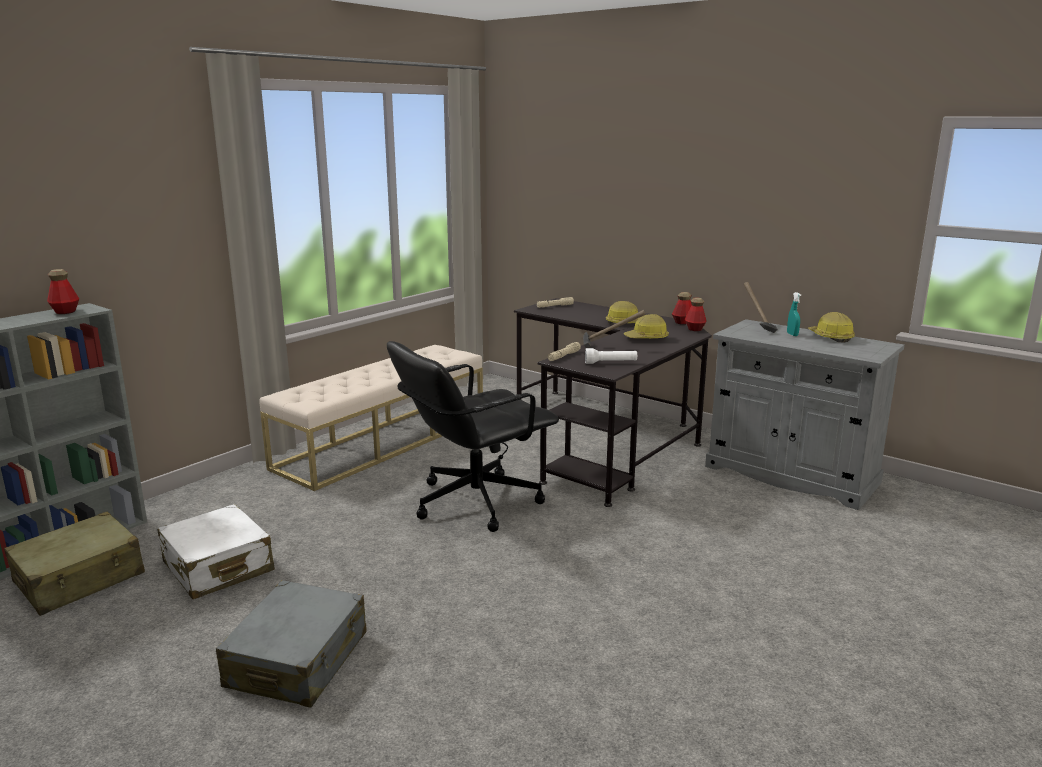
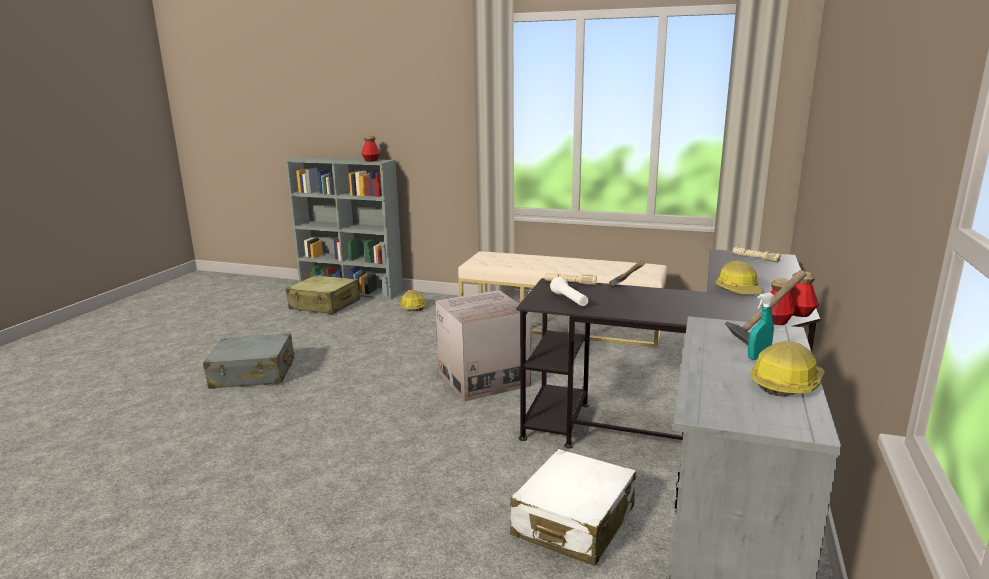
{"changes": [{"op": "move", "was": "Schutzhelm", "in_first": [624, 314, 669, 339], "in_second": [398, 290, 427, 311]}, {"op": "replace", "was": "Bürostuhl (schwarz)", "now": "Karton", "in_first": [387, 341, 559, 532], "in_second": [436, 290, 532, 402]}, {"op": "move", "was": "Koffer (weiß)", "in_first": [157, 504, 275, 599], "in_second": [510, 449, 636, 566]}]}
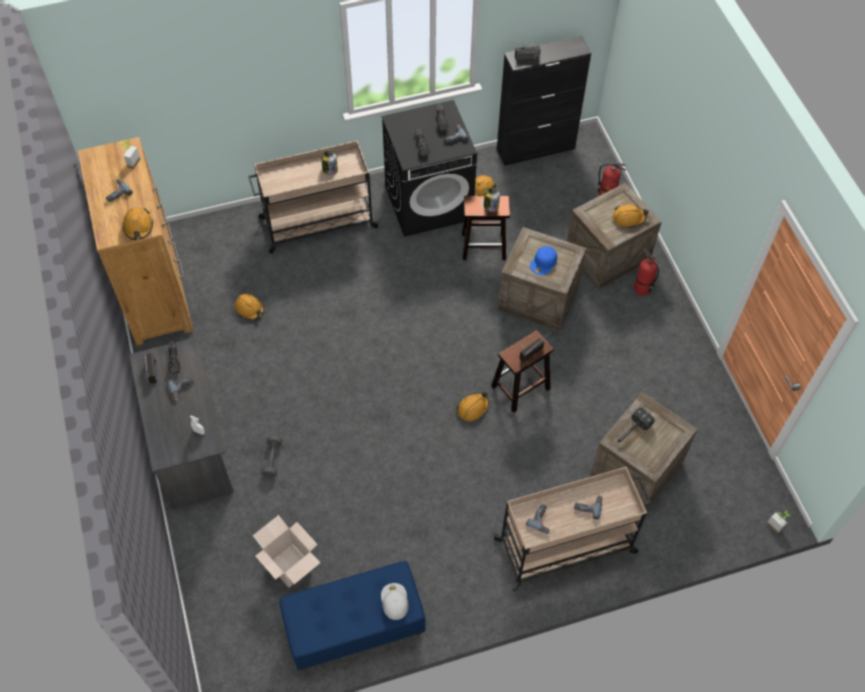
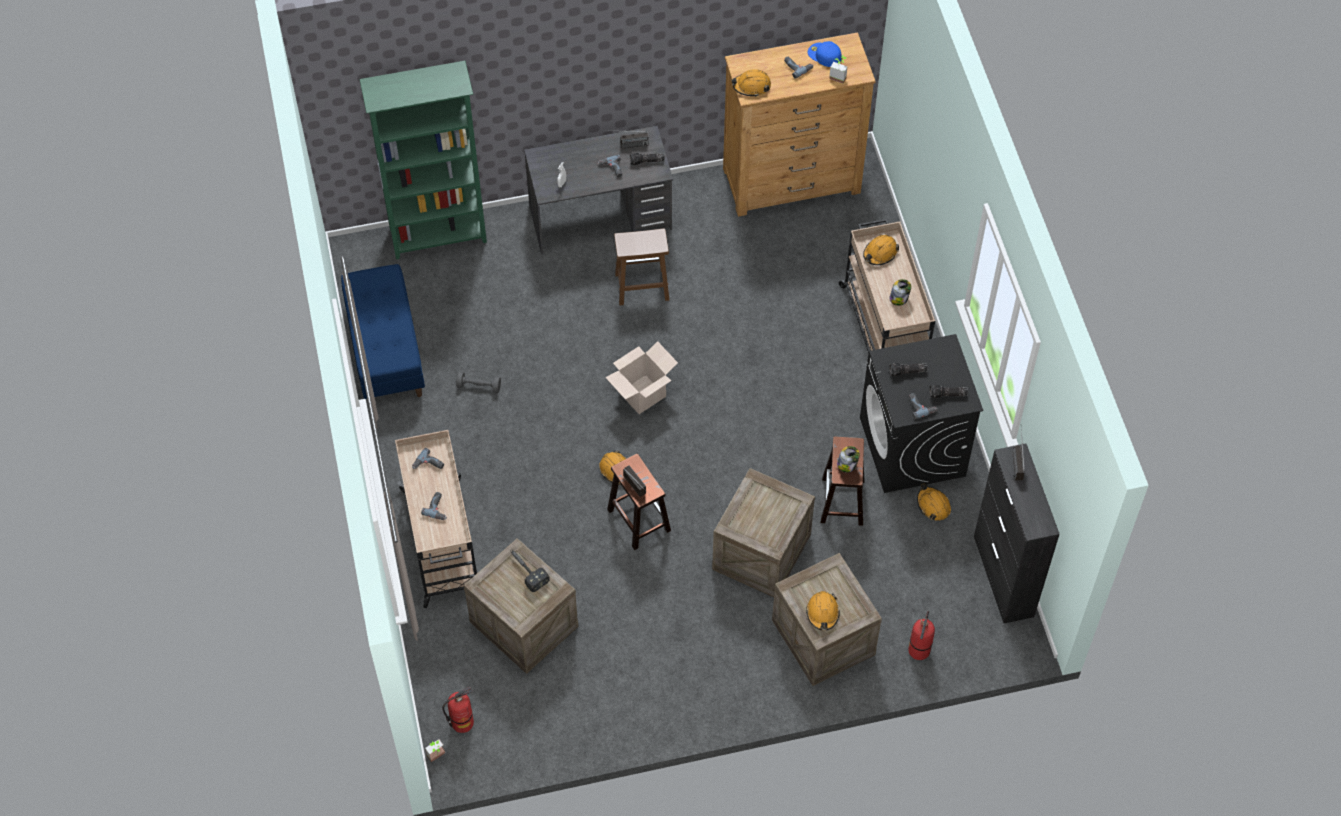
{"changes": [{"op": "insert", "now": "Bücherregal (grün)", "in_second": [359, 61, 487, 260]}, {"op": "move", "was": "Feuerlöscher", "in_first": [634, 249, 659, 296], "in_second": [442, 687, 474, 733]}, {"op": "move", "was": "Hantel (grau)", "in_first": [261, 436, 282, 478], "in_second": [456, 372, 501, 393]}, {"op": "move", "was": "Karton", "in_first": [253, 515, 321, 588], "in_second": [605, 341, 678, 414]}, {"op": "insert", "now": "Hocker (braun)", "in_second": [614, 228, 669, 305]}, {"op": "move", "was": "Kappe (blau)", "in_first": [530, 246, 557, 275], "in_second": [808, 41, 842, 67]}, {"op": "move", "was": "Schutzhelm (orange)", "in_first": [234, 293, 264, 320], "in_second": [863, 235, 899, 265]}, {"op": "delete", "was": "Kappe (weiß)", "in_first": [381, 583, 408, 620]}]}
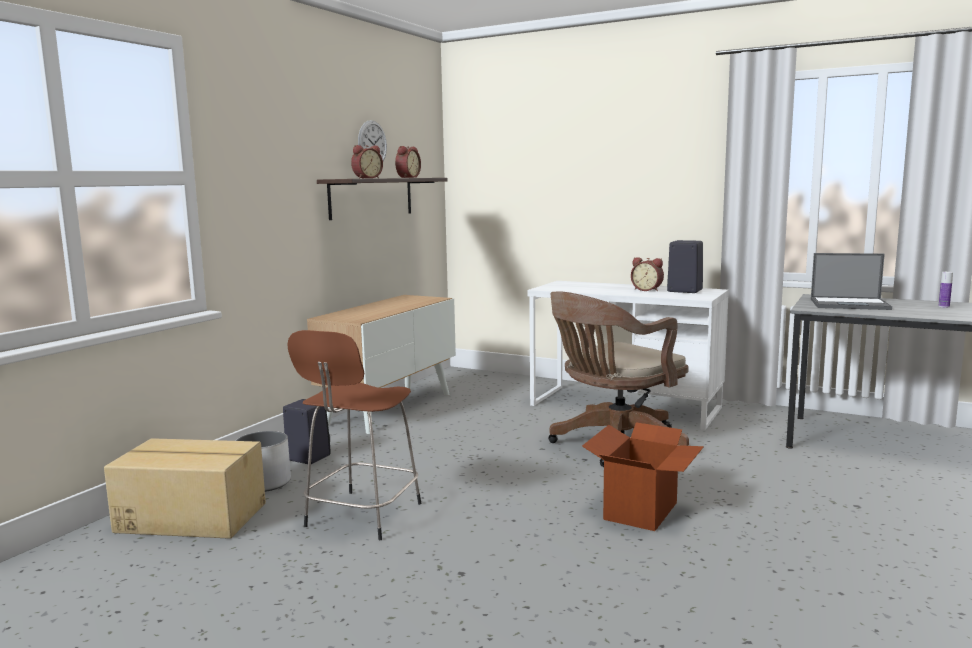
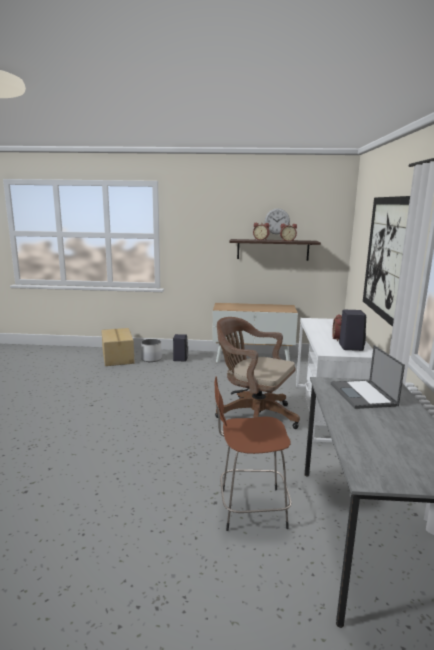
{"changes": [{"op": "move", "was": "Hocker (braun)", "in_first": [287, 330, 421, 540], "in_second": [214, 377, 291, 531]}, {"op": "insert", "now": "Bild", "in_second": [363, 196, 410, 327]}, {"op": "delete", "was": "Karton", "in_first": [582, 422, 704, 531]}, {"op": "delete", "was": "Flasche", "in_first": [938, 272, 953, 308]}]}
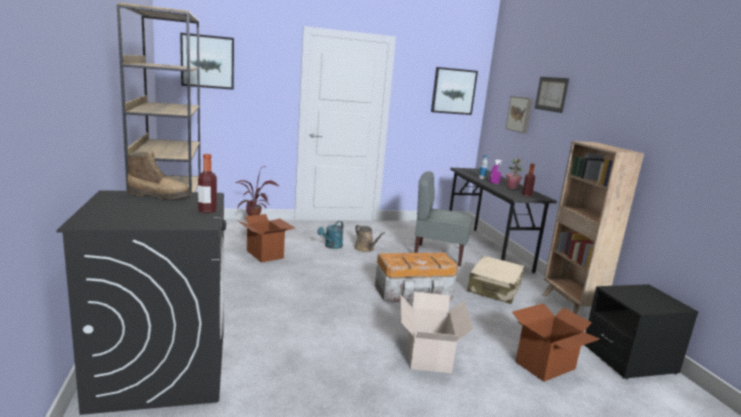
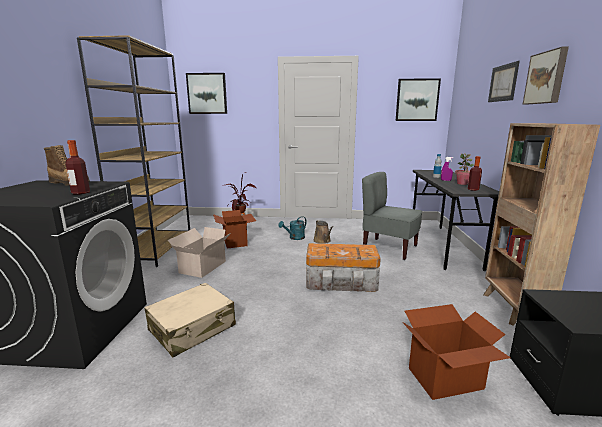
{"changes": [{"op": "move", "was": "Koffer (beige)", "in_first": [467, 256, 525, 304], "in_second": [144, 283, 236, 358]}, {"op": "move", "was": "Karton", "in_first": [400, 292, 473, 373], "in_second": [168, 227, 231, 278]}, {"op": "move", "was": "Bild", "in_first": [506, 96, 533, 134], "in_second": [523, 46, 569, 104]}]}
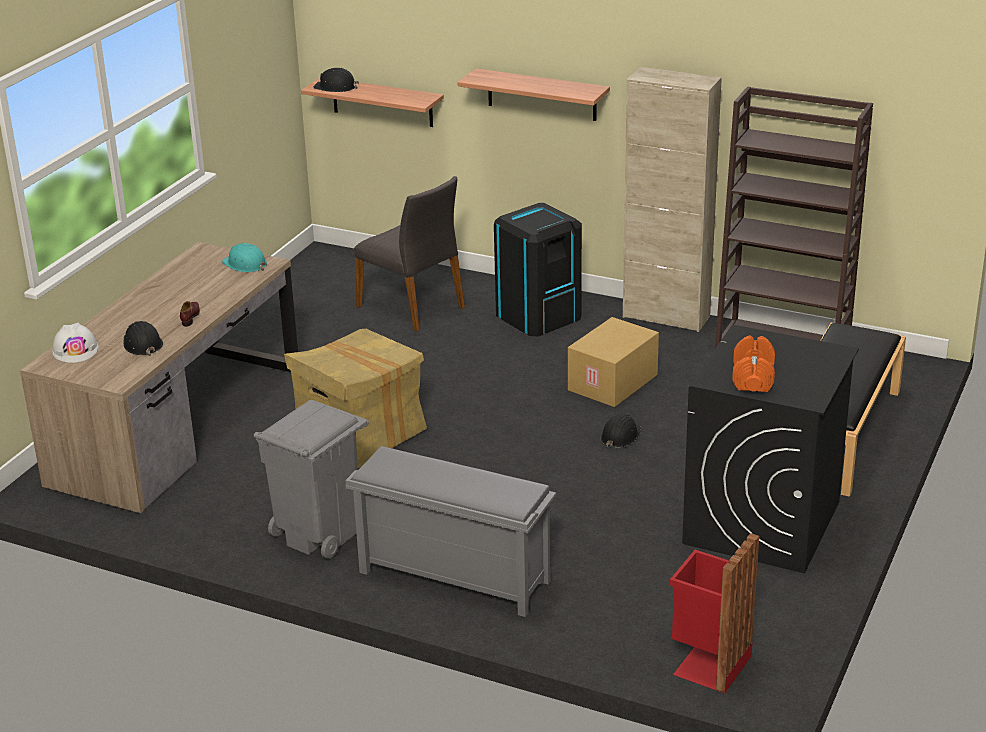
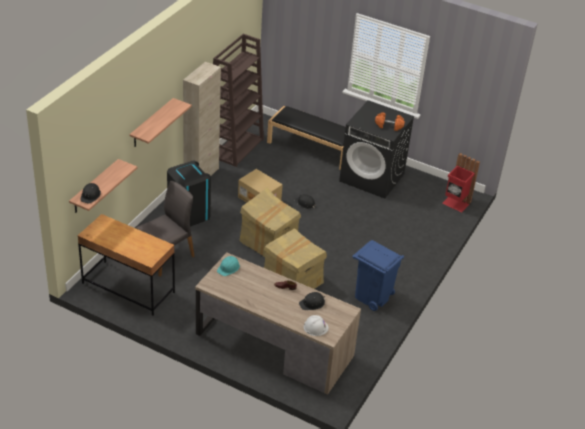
{"changes": [{"op": "insert", "now": "Schreibtisch (braun)", "in_second": [78, 214, 175, 316]}, {"op": "insert", "now": "Karton", "in_second": [239, 188, 301, 257]}, {"op": "recolor", "was": "Mülleimer (grau)", "now": "Mülleimer (blau)", "in_first": [254, 400, 369, 559], "in_second": [353, 240, 404, 311]}, {"op": "delete", "was": "Schuhregal (grau)", "in_first": [345, 446, 556, 617]}]}
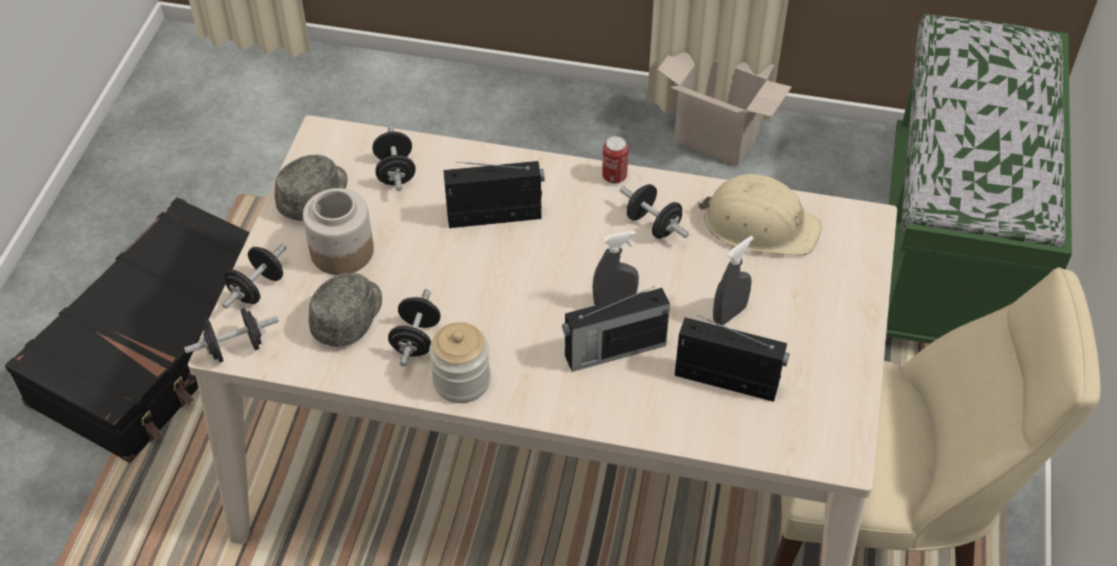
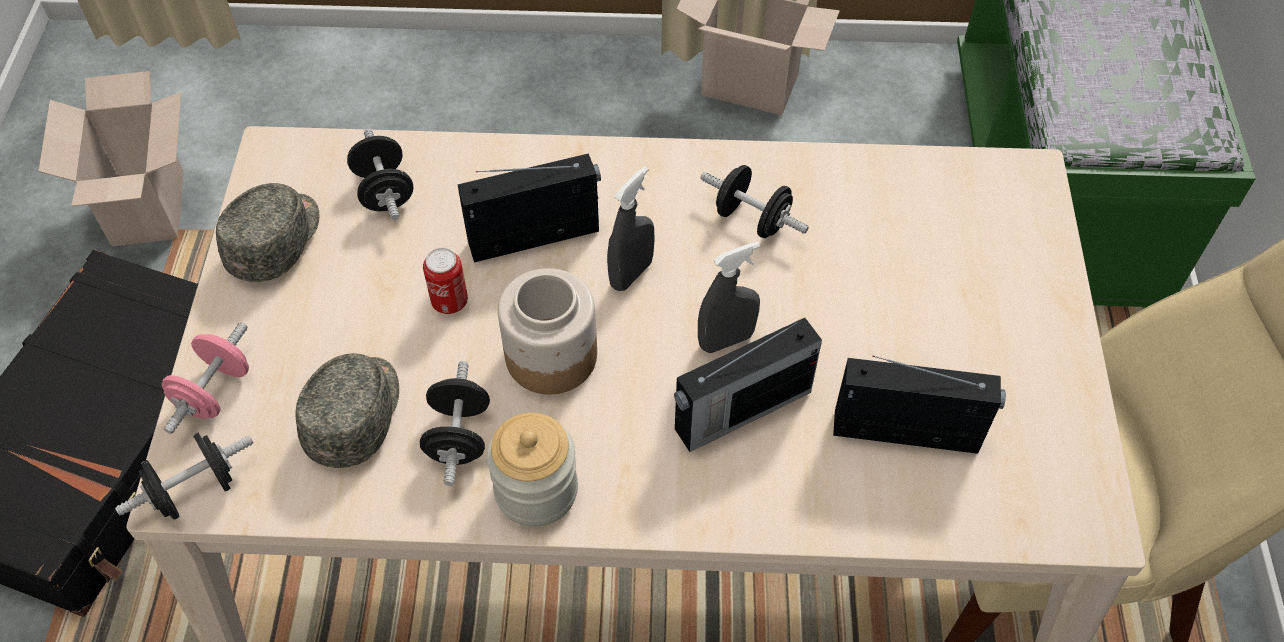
{"changes": [{"op": "insert", "now": "Karton", "in_second": [38, 71, 183, 247]}, {"op": "recolor", "was": "Hantel (schwarz)", "now": "Hantel (rosa)", "in_first": [222, 244, 286, 308], "in_second": [161, 322, 249, 434]}, {"op": "move", "was": "Dose", "in_first": [602, 136, 629, 184], "in_second": [423, 248, 468, 314]}, {"op": "move", "was": "Vorratsglas", "in_first": [303, 188, 374, 275], "in_second": [498, 268, 597, 395]}, {"op": "move", "was": "Sprühflasche (grau)", "in_first": [713, 236, 754, 325], "in_second": [607, 166, 655, 291]}, {"op": "delete", "was": "Schutzhelm (beige)", "in_first": [698, 174, 822, 256]}]}
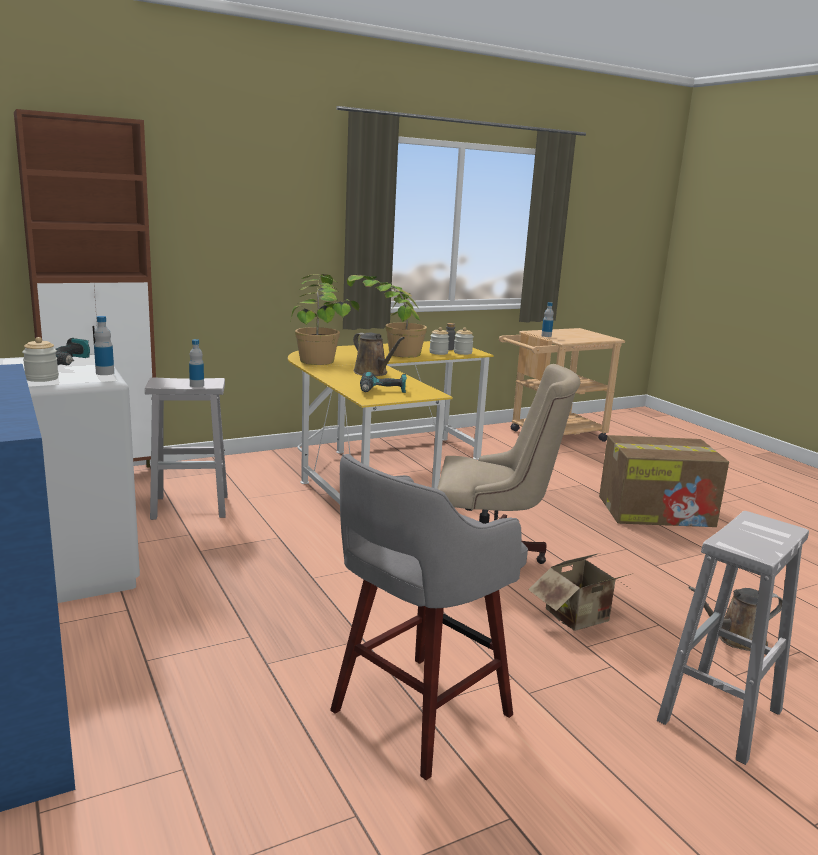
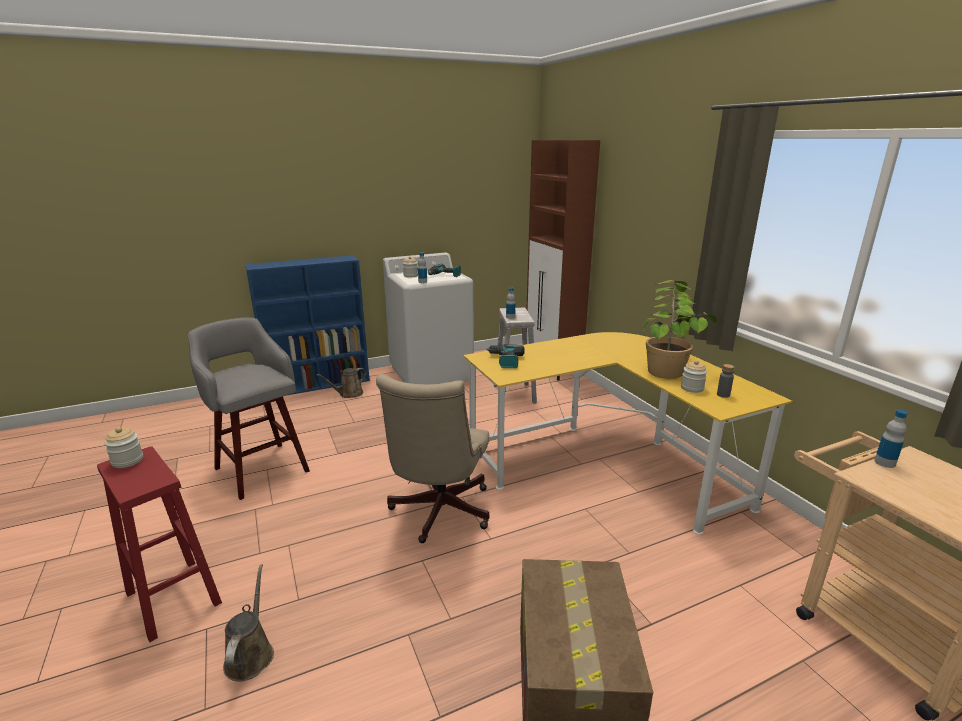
{"changes": [{"op": "recolor", "was": "Hocker (weiß)", "now": "Hocker (rot)", "in_first": [657, 511, 809, 765], "in_second": [97, 446, 222, 642]}, {"op": "move", "was": "Vorratsglas", "in_first": [454, 327, 474, 355], "in_second": [104, 427, 143, 468]}, {"op": "move", "was": "Gießkanne (braun)", "in_first": [353, 333, 405, 376], "in_second": [316, 368, 367, 398]}, {"op": "delete", "was": "Topfpflanze", "in_first": [290, 274, 360, 365]}, {"op": "delete", "was": "Karton", "in_first": [528, 553, 631, 631]}]}
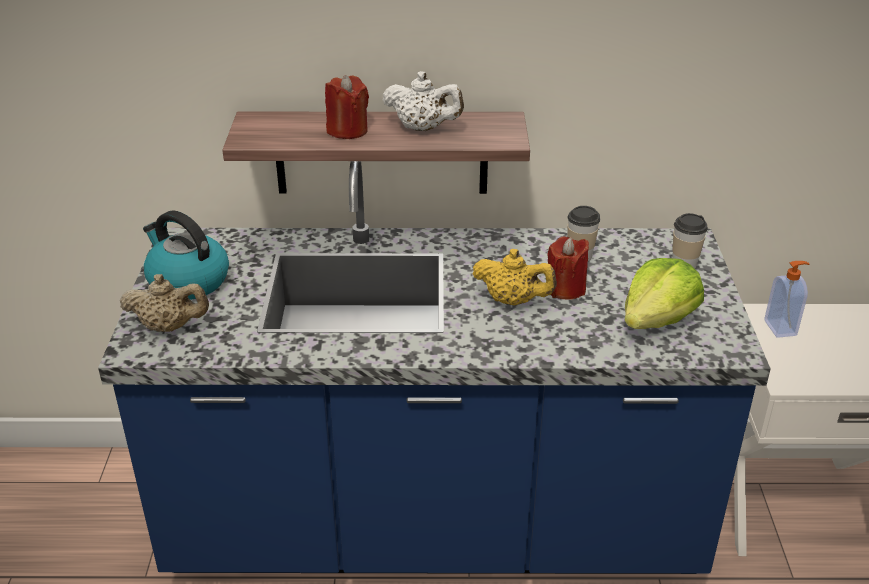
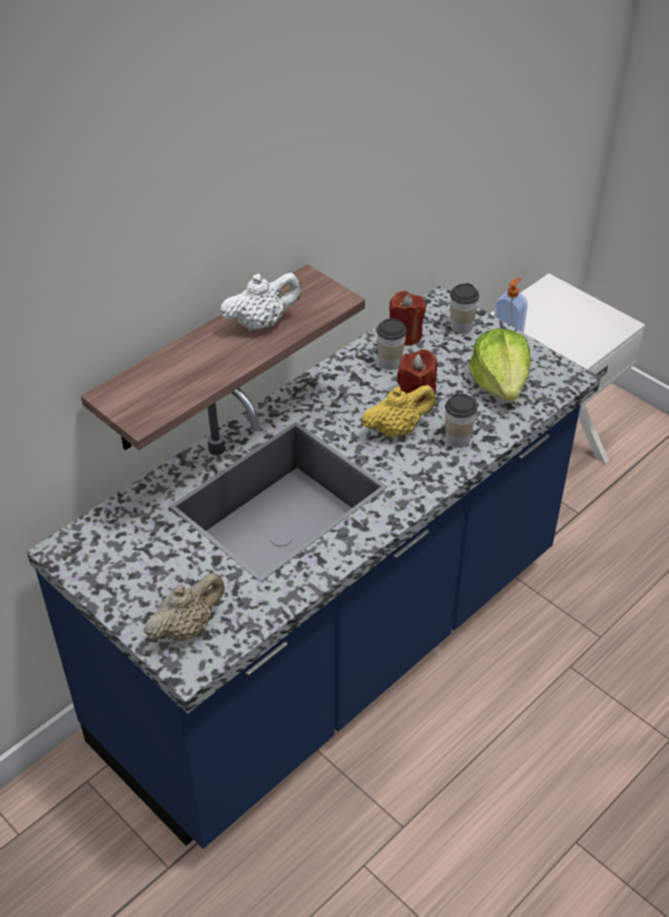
{"changes": [{"op": "move", "was": "Kerze (rot)", "in_first": [325, 75, 369, 139], "in_second": [389, 291, 426, 345]}, {"op": "insert", "now": "Tasse", "in_second": [445, 394, 477, 448]}, {"op": "delete", "was": "Wasserkessel", "in_first": [143, 210, 229, 300]}]}
